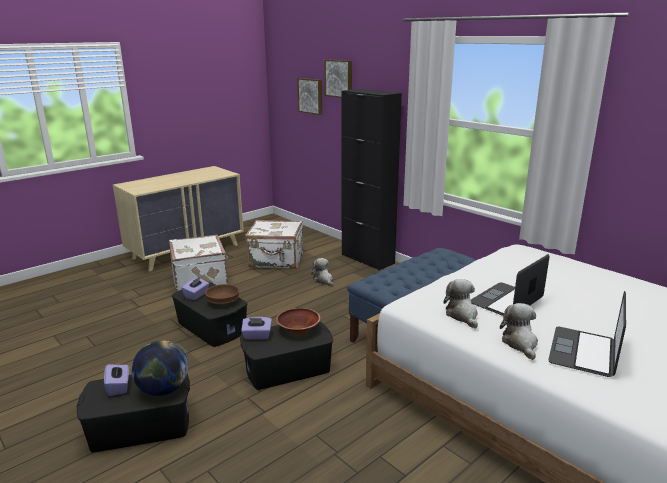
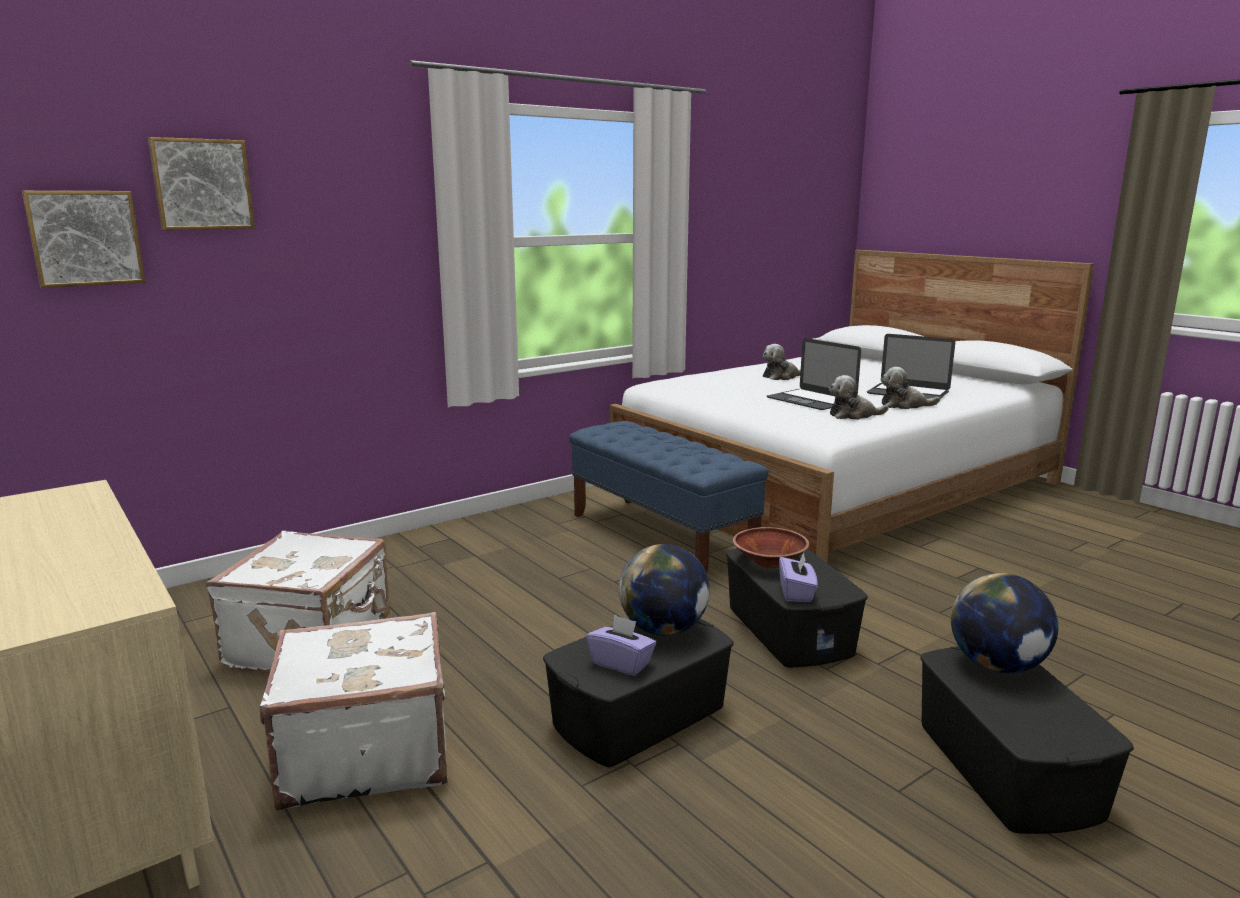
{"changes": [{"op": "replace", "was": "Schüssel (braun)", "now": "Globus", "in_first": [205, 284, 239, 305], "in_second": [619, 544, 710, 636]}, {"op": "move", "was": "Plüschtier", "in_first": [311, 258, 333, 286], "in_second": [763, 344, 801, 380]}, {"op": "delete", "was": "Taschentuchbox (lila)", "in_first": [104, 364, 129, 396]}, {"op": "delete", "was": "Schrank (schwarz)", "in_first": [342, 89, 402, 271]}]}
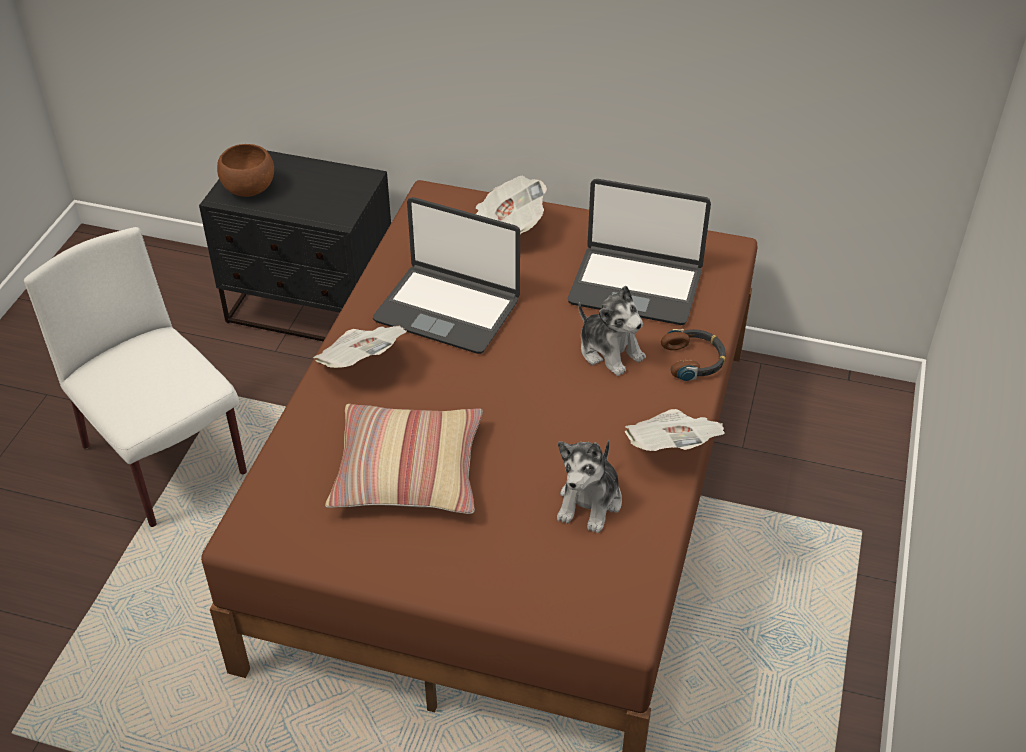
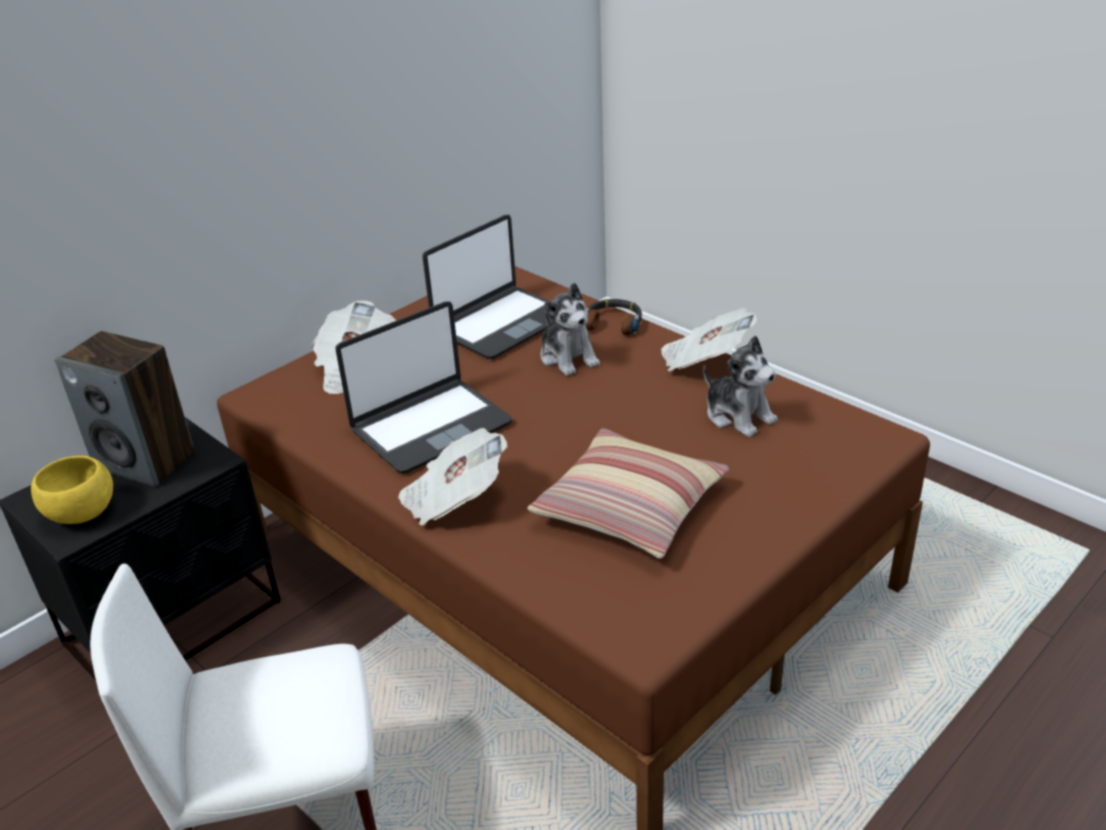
{"changes": [{"op": "recolor", "was": "Schüssel (braun)", "now": "Schüssel (gelb)", "in_first": [217, 144, 274, 197], "in_second": [31, 456, 113, 524]}, {"op": "insert", "now": "Lautsprecher", "in_second": [55, 331, 195, 487]}, {"op": "rotate", "was": "Plüschtier", "in_first": [578, 286, 646, 376], "in_second": [540, 283, 600, 376], "clockwise": 75}]}
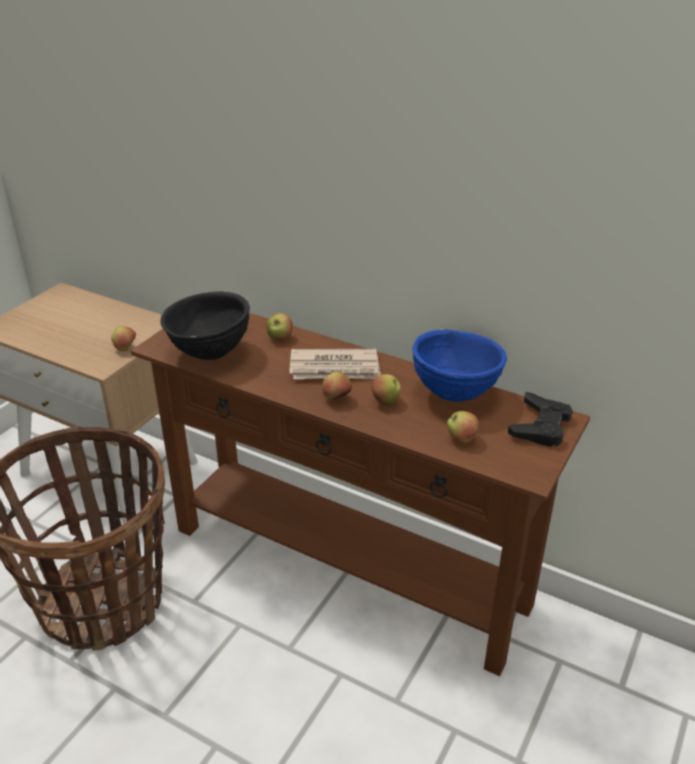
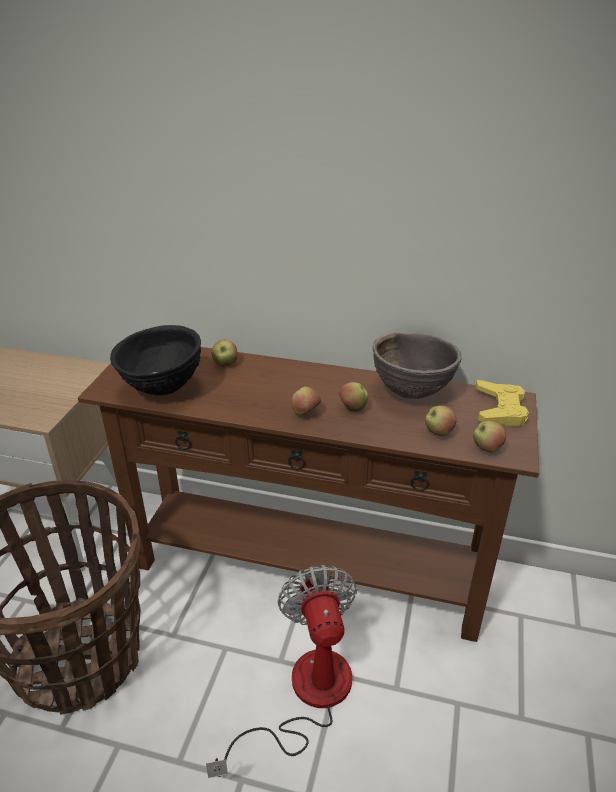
{"changes": [{"op": "insert", "now": "Ventilator", "in_second": [206, 565, 357, 778]}, {"op": "recolor", "was": "Schüssel (blau)", "now": "Schüssel (braun)", "in_first": [412, 329, 507, 402], "in_second": [373, 333, 462, 399]}, {"op": "move", "was": "Apfel", "in_first": [111, 326, 136, 351], "in_second": [473, 420, 506, 452]}, {"op": "recolor", "was": "Gamepad (schwarz)", "now": "Gamepad (gelb)", "in_first": [508, 392, 573, 447], "in_second": [476, 380, 529, 426]}, {"op": "delete", "was": "Zeitung", "in_first": [289, 349, 381, 379]}]}
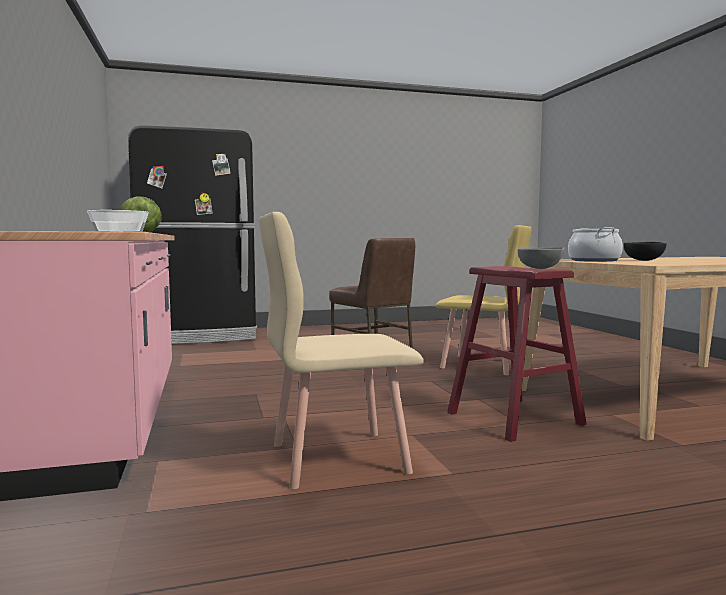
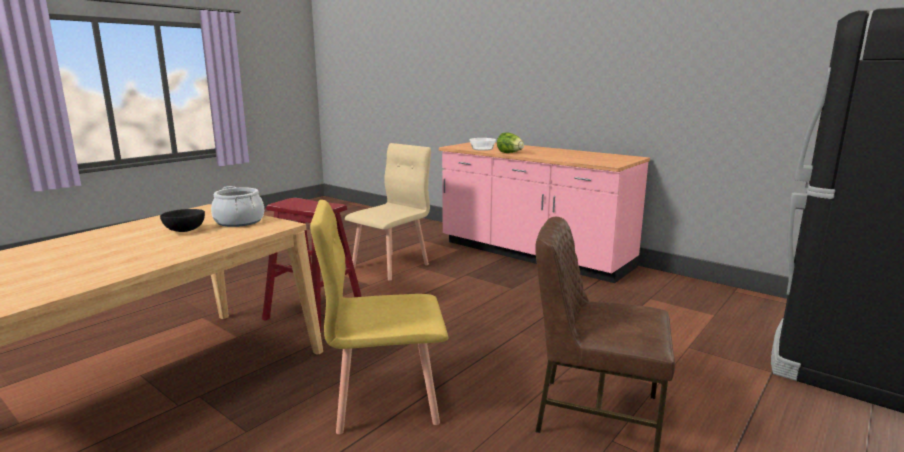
{"changes": [{"op": "delete", "was": "Schüssel (grau)", "in_first": [518, 247, 564, 269]}]}
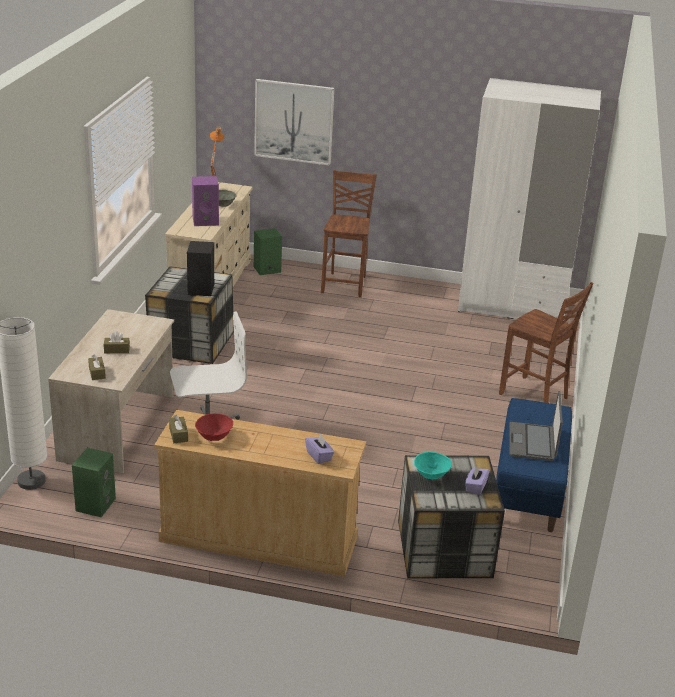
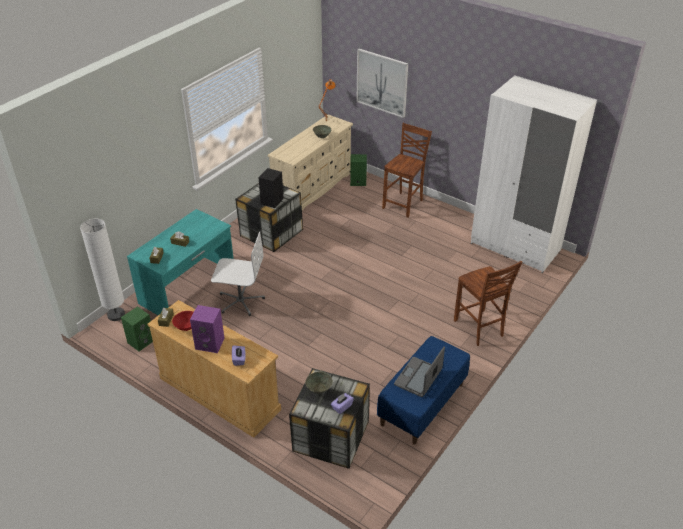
{"changes": [{"op": "recolor", "was": "Schreibtisch (beige)", "now": "Schreibtisch (türkis)", "in_first": [48, 309, 174, 473], "in_second": [127, 209, 234, 315]}, {"op": "move", "was": "Lautsprecher (lila)", "in_first": [192, 176, 219, 226], "in_second": [190, 305, 225, 353]}, {"op": "recolor", "was": "Schüssel (türkis)", "now": "Schüssel (grau)", "in_first": [414, 452, 452, 479], "in_second": [305, 371, 333, 393]}]}
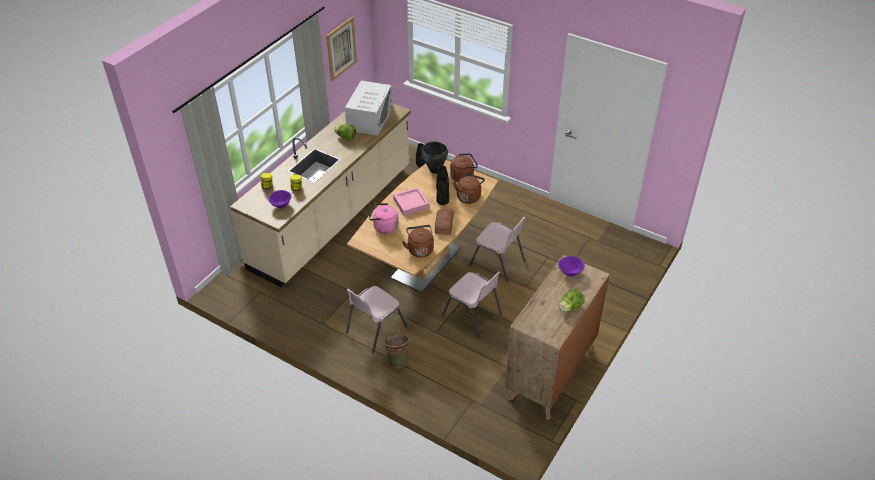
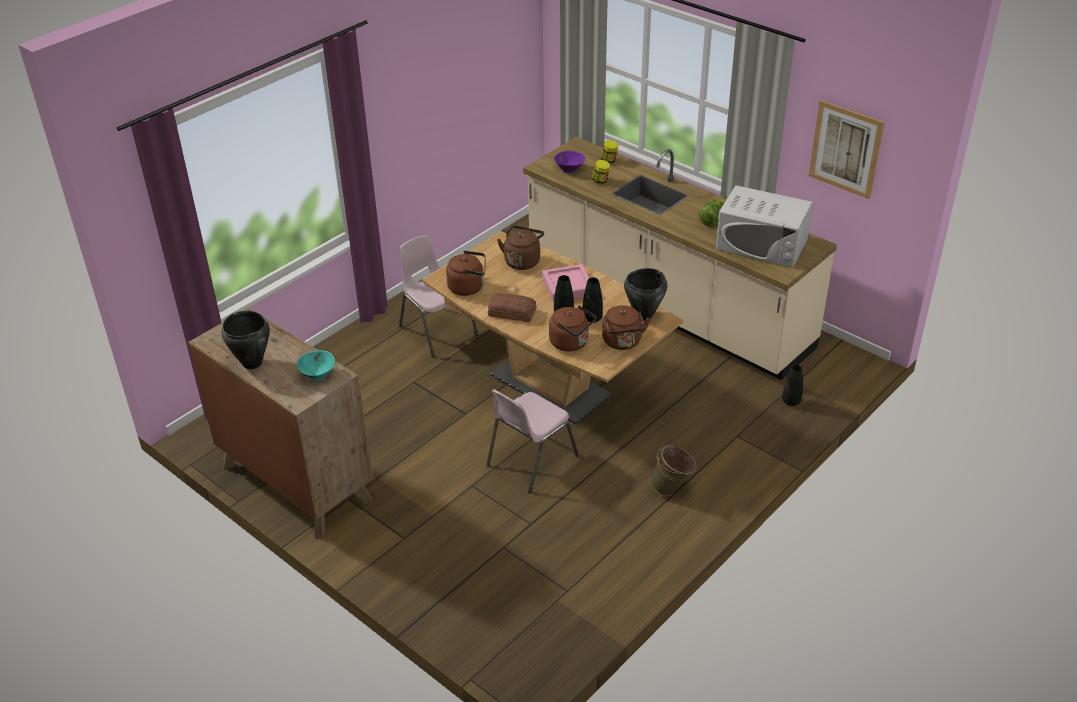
{"changes": [{"op": "replace", "was": "Salatkopf", "now": "Kochtopf (schwarz)", "in_first": [559, 289, 585, 312], "in_second": [221, 311, 270, 369]}, {"op": "recolor", "was": "Schüssel (lila)", "now": "Schüssel (türkis)", "in_first": [558, 256, 585, 277], "in_second": [297, 350, 335, 381]}, {"op": "recolor", "was": "Wasserkessel (rosa)", "now": "Wasserkessel (braun)", "in_first": [369, 203, 399, 234], "in_second": [497, 226, 544, 270]}, {"op": "move", "was": "Eimer (grün)", "in_first": [383, 334, 410, 367], "in_second": [650, 444, 697, 496]}, {"op": "delete", "was": "Stuhl (rosa)", "in_first": [442, 271, 502, 338]}]}
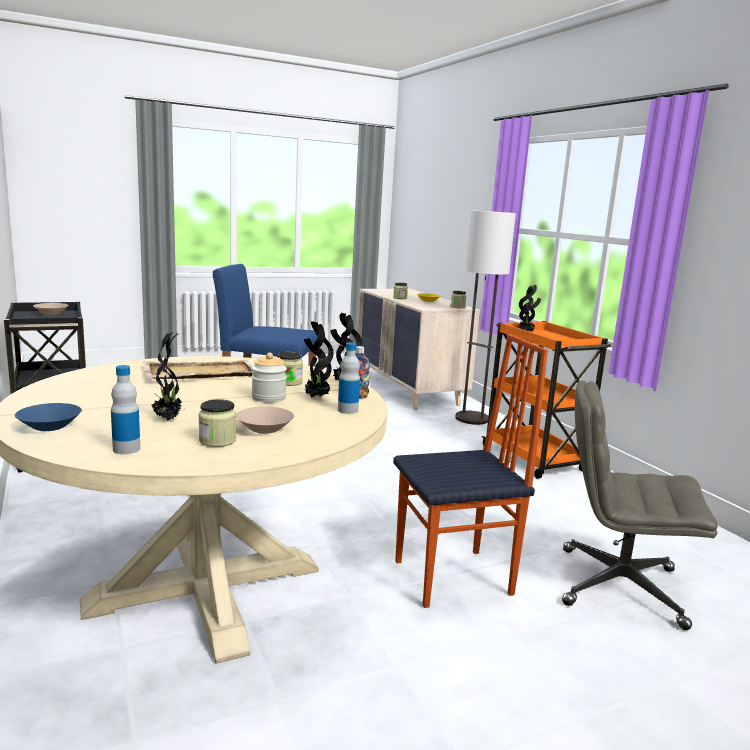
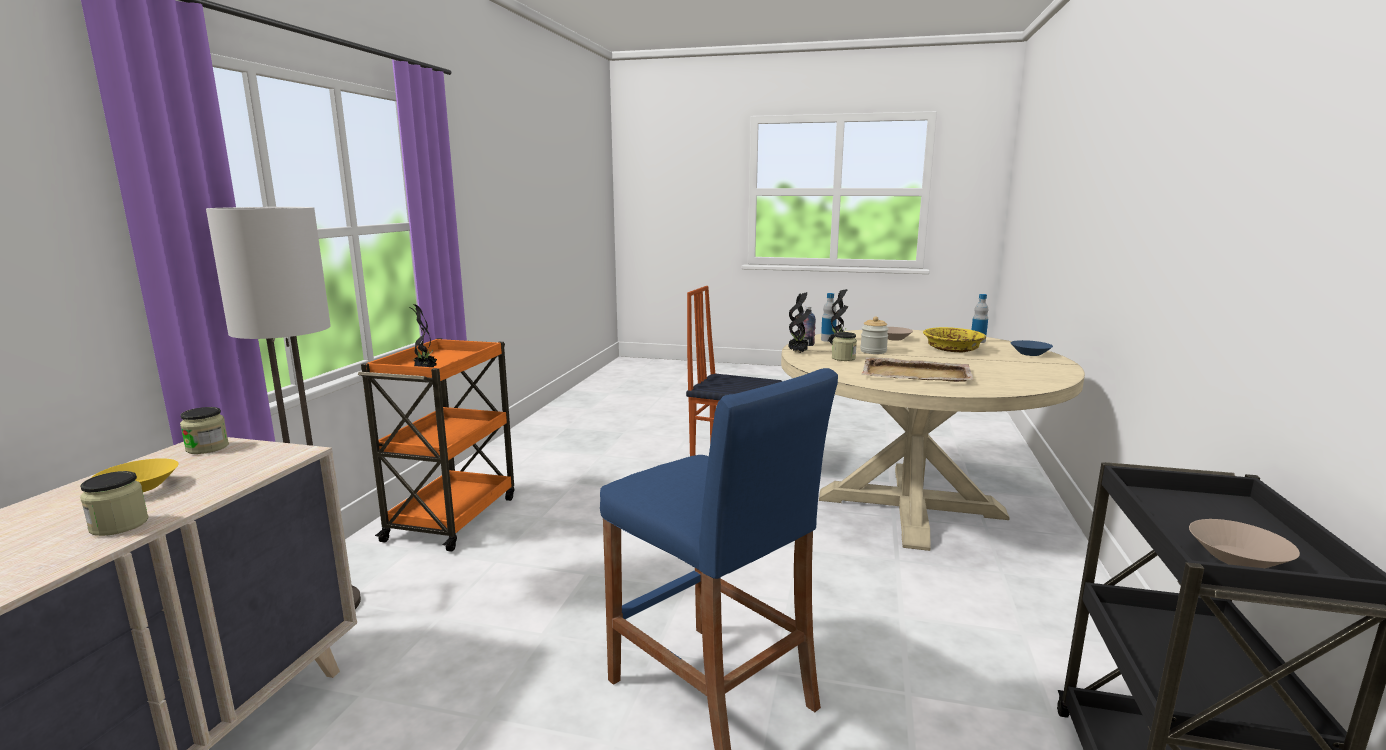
{"changes": [{"op": "replace", "was": "Topfpflanze", "now": "Schüssel (gelb)", "in_first": [152, 333, 182, 421], "in_second": [923, 327, 986, 352]}, {"op": "delete", "was": "Vorratsglas", "in_first": [198, 399, 236, 447]}, {"op": "delete", "was": "Bürostuhl (grau)", "in_first": [562, 381, 718, 630]}]}
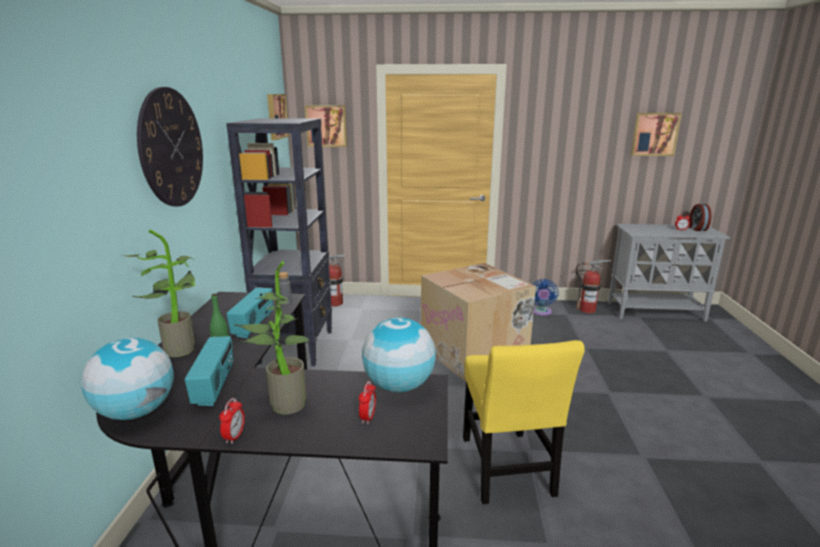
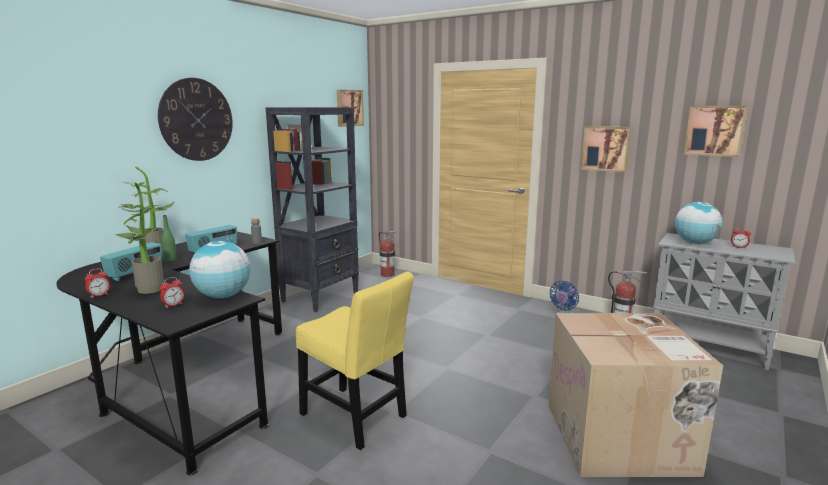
{"changes": [{"op": "rotate", "was": "Stuhl (gelb)", "in_first": [463, 340, 585, 504], "in_second": [296, 272, 414, 450], "clockwise": -75}, {"op": "move", "was": "Karton", "in_first": [421, 263, 536, 381], "in_second": [549, 313, 723, 477]}, {"op": "move", "was": "Bild", "in_first": [305, 105, 347, 147], "in_second": [581, 126, 631, 172]}, {"op": "move", "was": "Globus", "in_first": [81, 338, 174, 420], "in_second": [675, 202, 723, 244]}, {"op": "delete", "was": "Wecker", "in_first": [688, 203, 712, 231]}]}
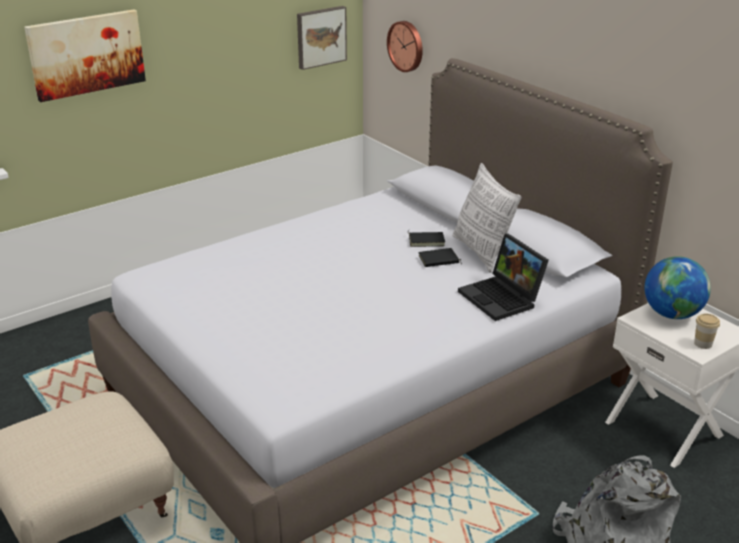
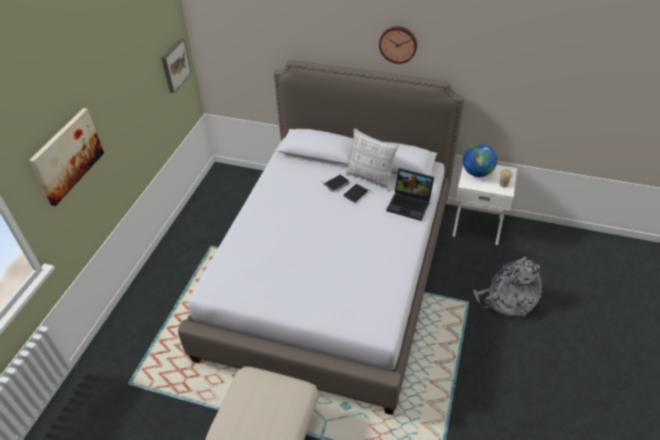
{"changes": [{"op": "move", "was": "Wanduhr", "in_first": [387, 21, 423, 72], "in_second": [379, 26, 417, 64]}]}
